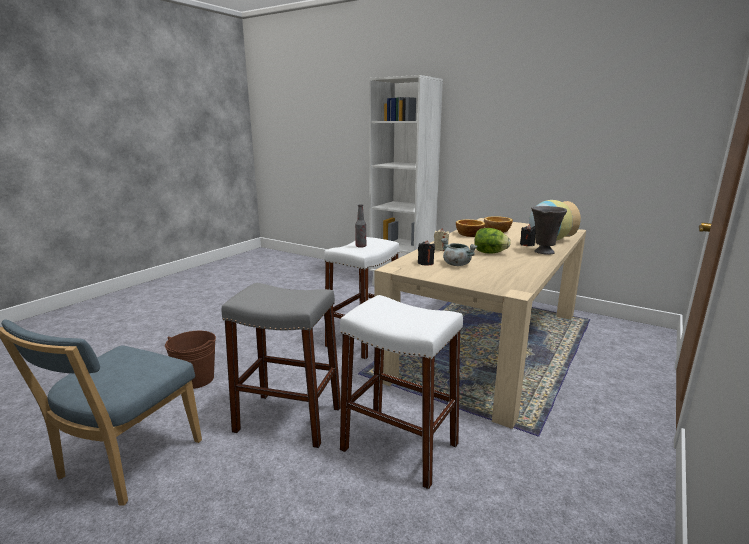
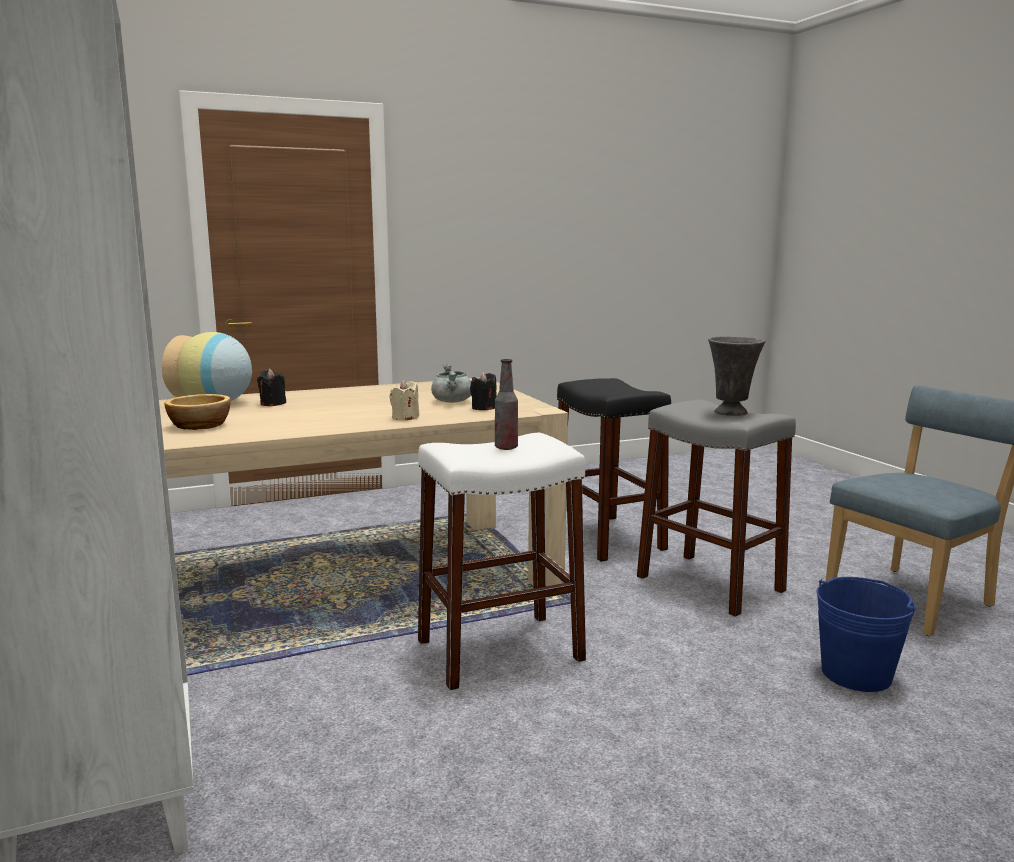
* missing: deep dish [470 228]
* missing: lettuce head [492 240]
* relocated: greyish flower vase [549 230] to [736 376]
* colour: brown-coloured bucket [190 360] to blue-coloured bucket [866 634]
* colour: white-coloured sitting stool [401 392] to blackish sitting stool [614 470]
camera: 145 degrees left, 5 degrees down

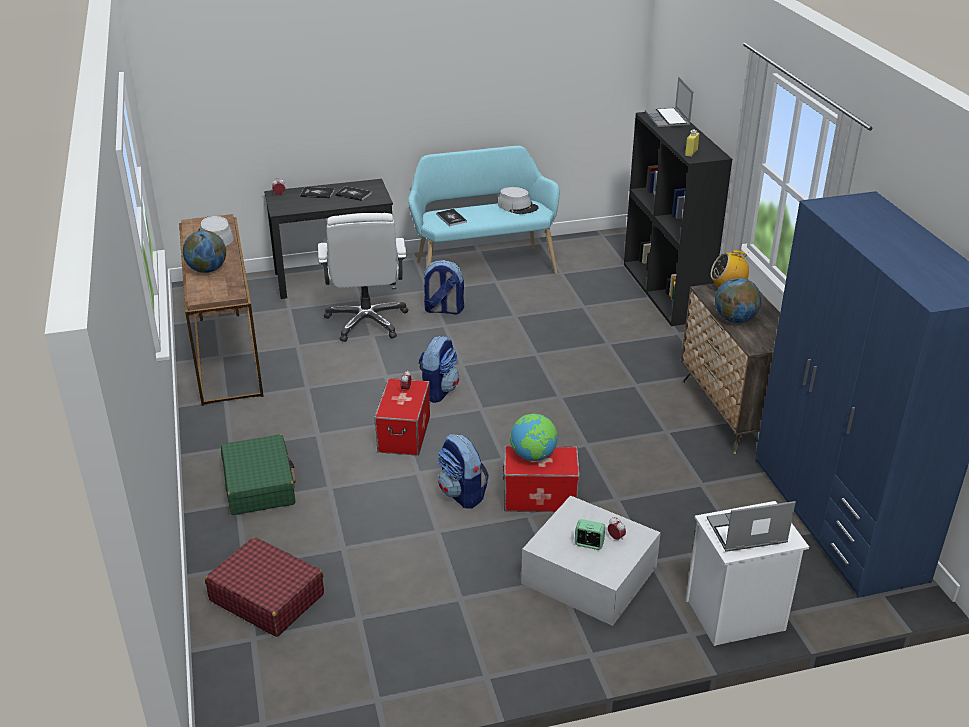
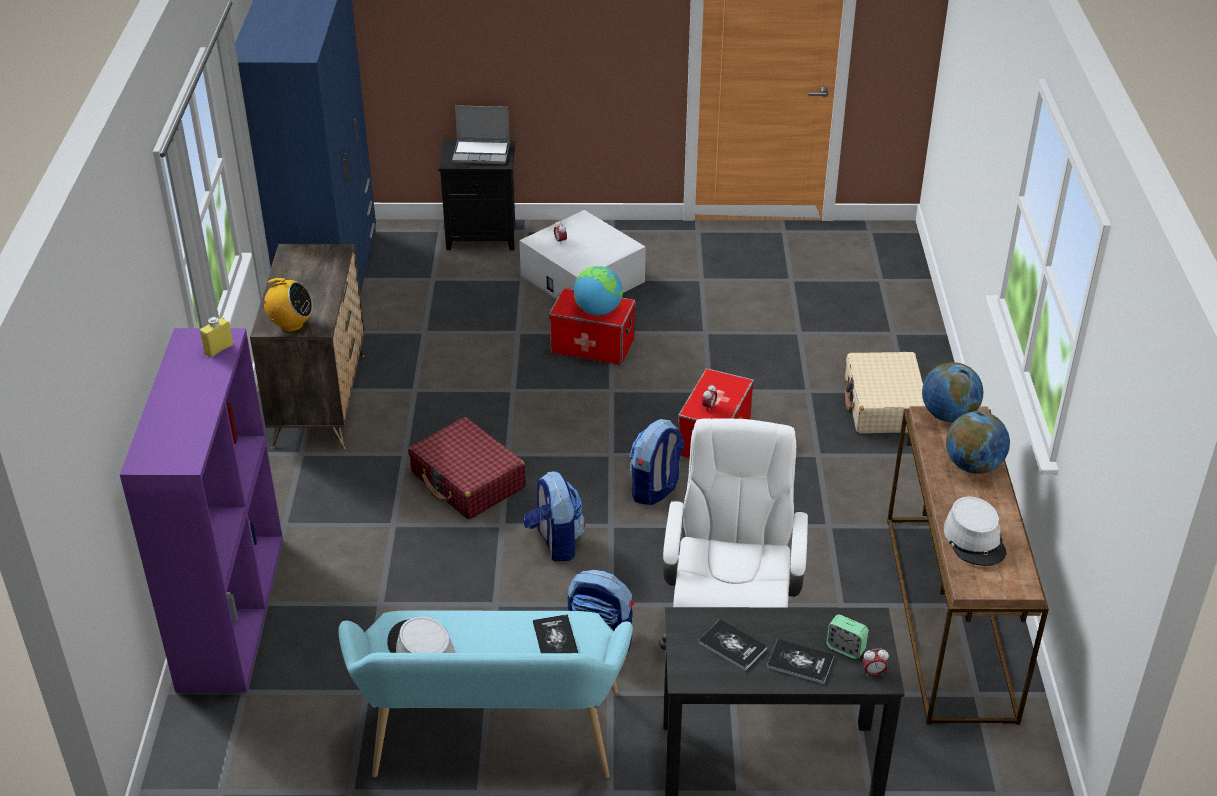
* missing: laptop [669 102]
* relocated: red piece of luggage [264 587] to [467 468]
* relocated: backpack [463 471] to [554 517]
* relocated: table clock [590 534] to [847 637]
* relocated: globe [738 300] to [952 392]
* colour: greenish piece of luggage [258 474] to beige-coloured piece of luggage [885 392]
* colour: blackish shelving unit [678 219] to purple-coloured shelving unit [201 510]
* colour: white-coloured nightstand [747 573] to blackish nightstand [476 195]
camera: 165 degrees left, 5 degrees up

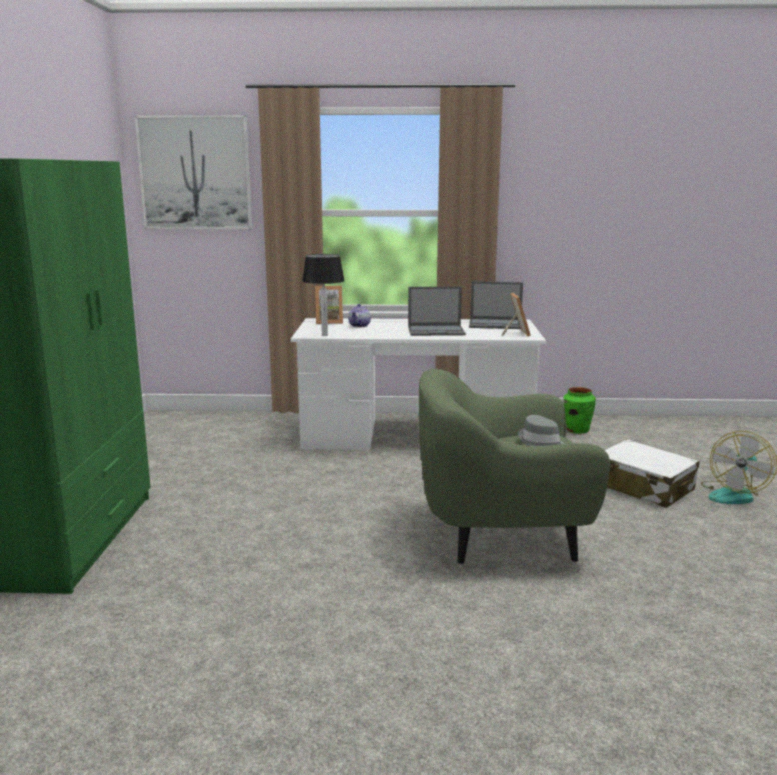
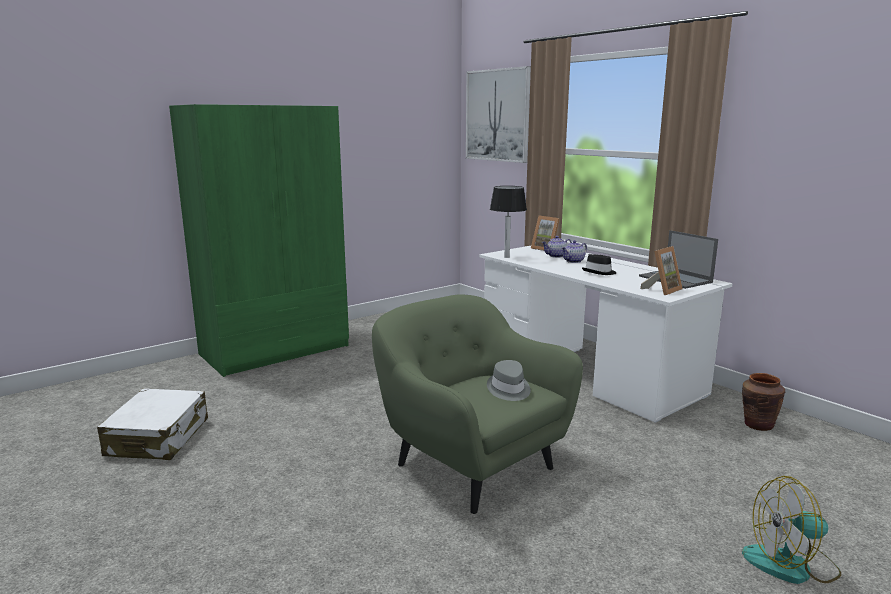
* appeared: pot for tea [574 251]
* relocated: white-coloured piece of luggage [652 473] to [152 424]
* exchanged: laptop [437 311] to blackish hat [599 264]
* colour: greenish flower vase [579 410] to brown-coloured flower vase [763 402]
camera: 50 degrees right, 0 degrees up

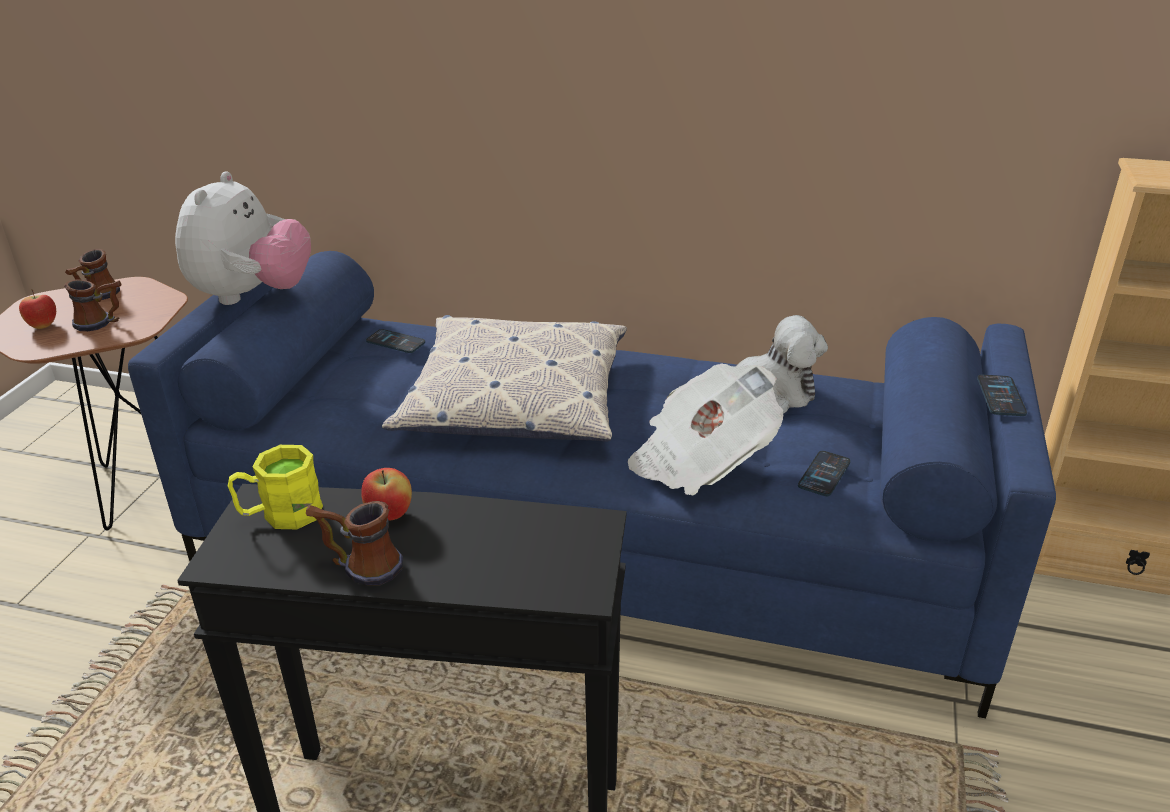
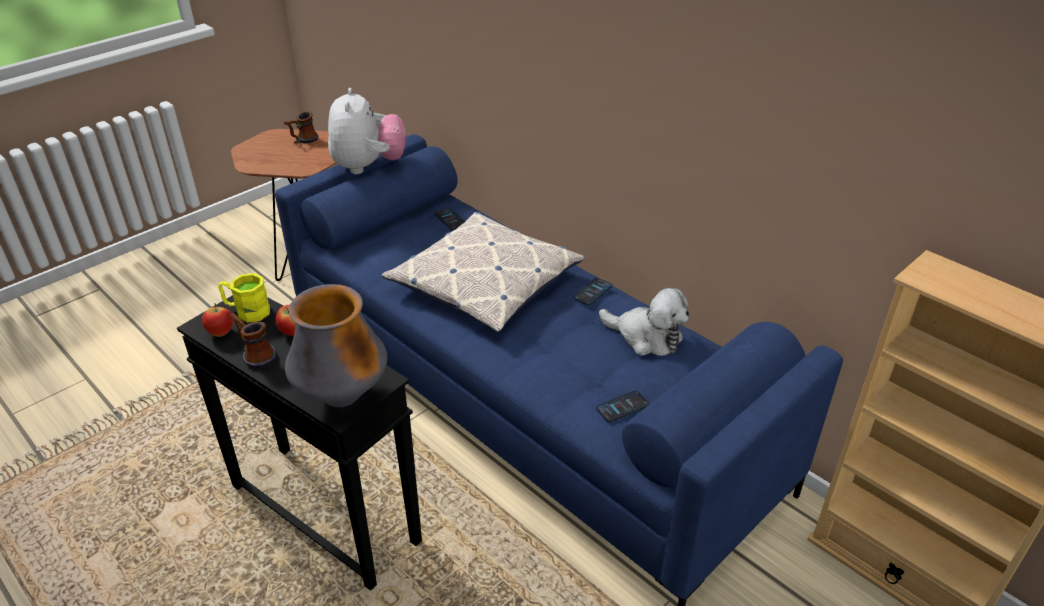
* missing: tea mug [92 305]
* missing: daily paper [706 429]
* appeared: flower vase [336 345]
* relocated: whole apple [37 309] to [218 320]
* relocated: telephone [1002 395] to [592 292]
* spun: soft toy [243 238] = [367 131] 45 degrees counterclockwise
camera: 30 degrees right, 5 degrees up

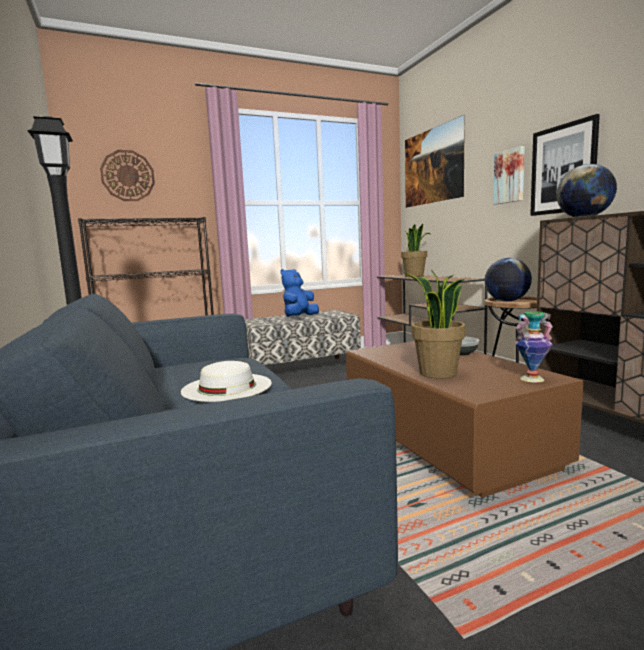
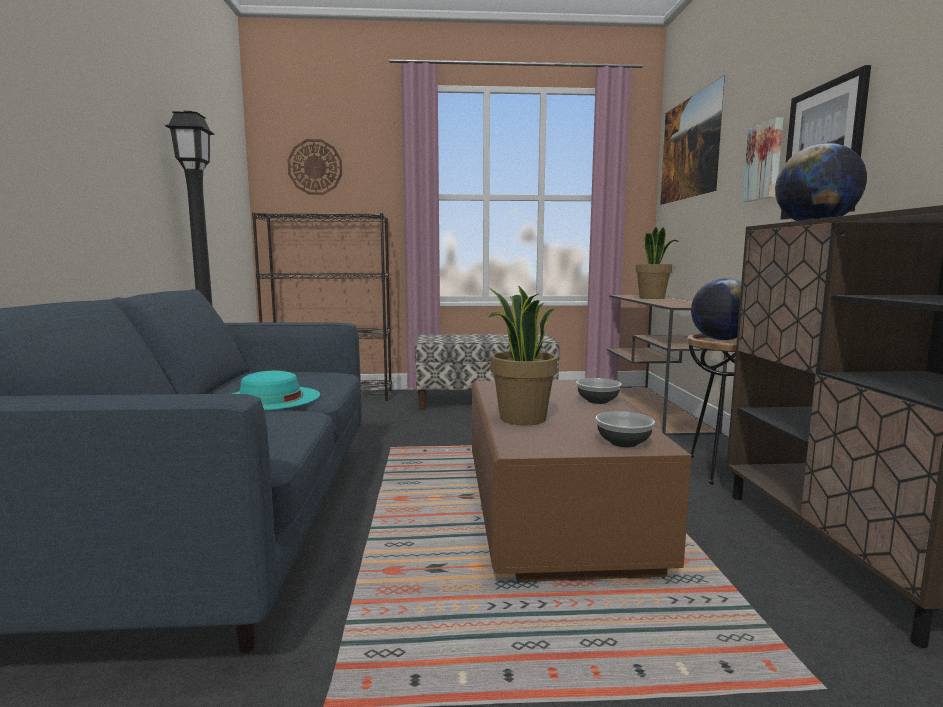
* missing: blue-coloured soft toy [300 293]
* exchanged: flower vase [534 347] to deep dish [625 429]
* colour: white-coloured hat [226 381] to turquoise-coloured hat [276 390]
camera: 20 degrees right, 0 degrees up

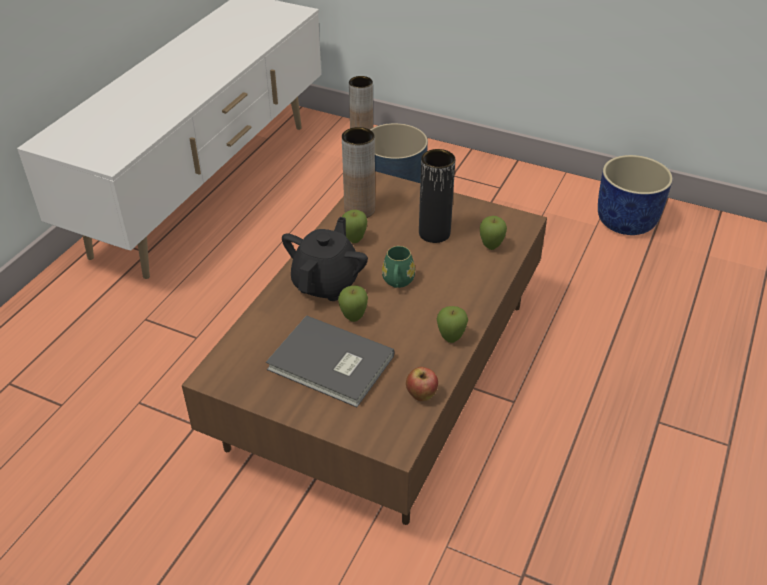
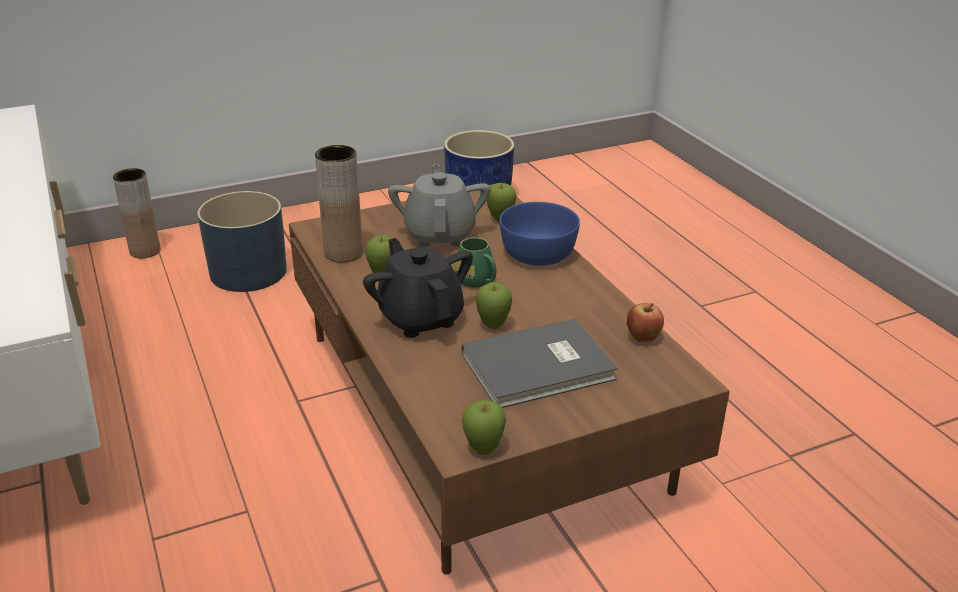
* appeared: blue-coloured deep dish [540 234]
* relocated: whole apple [452 324] to [484 427]
* exchanged: blackish flower vase [437 196] to greyish pot for tea [439 205]
camera: 50 degrees left, 10 degrees down

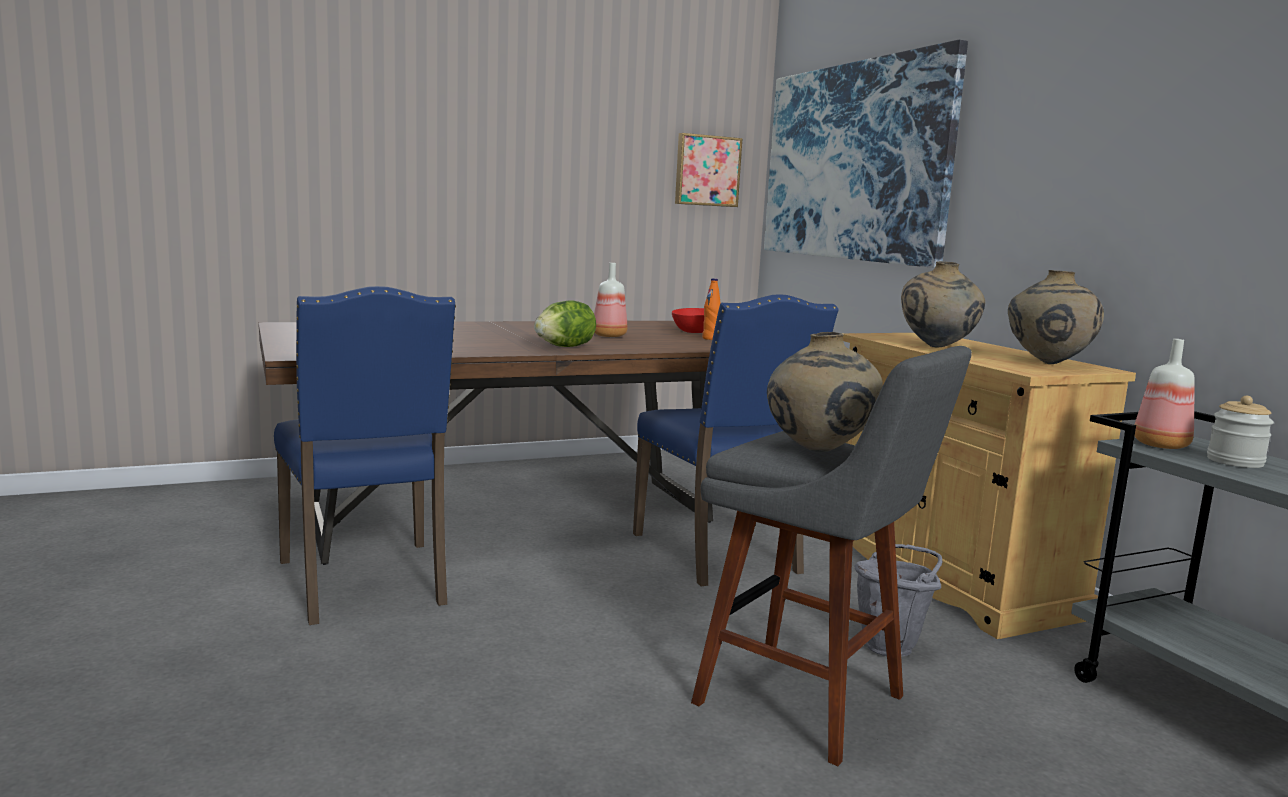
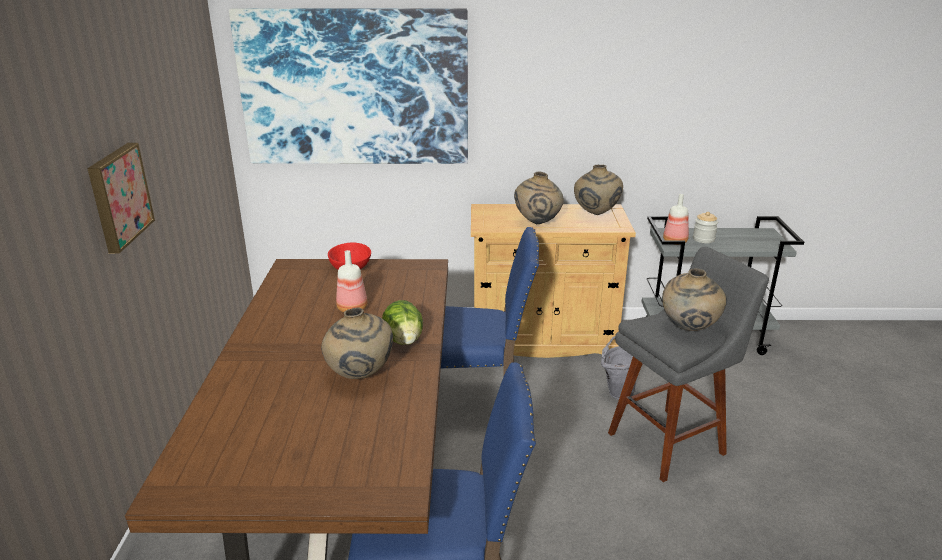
* missing: orange bottle [711 309]
* appeared: beige-coloured flower vase [357 343]
* relocated: wall art [709 170] to [121 198]
camera: 65 degrees left, 15 degrees up

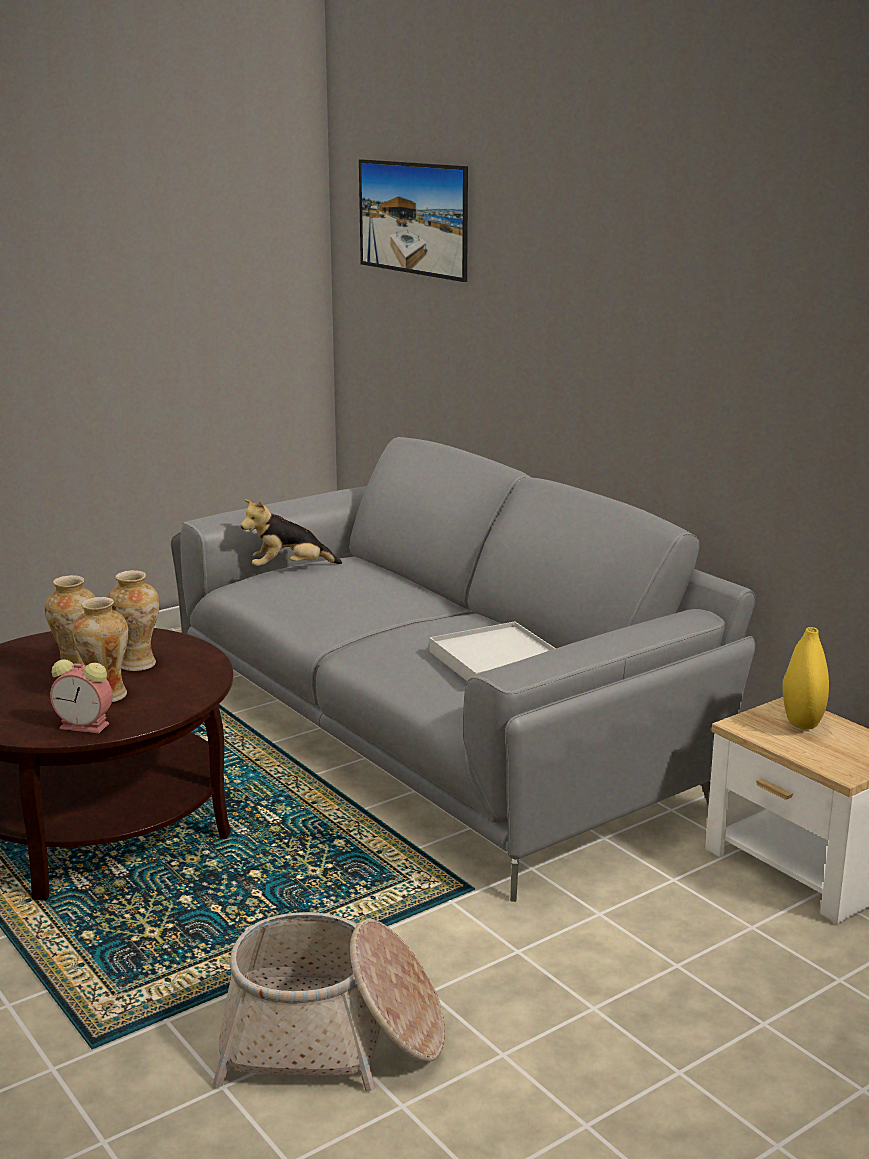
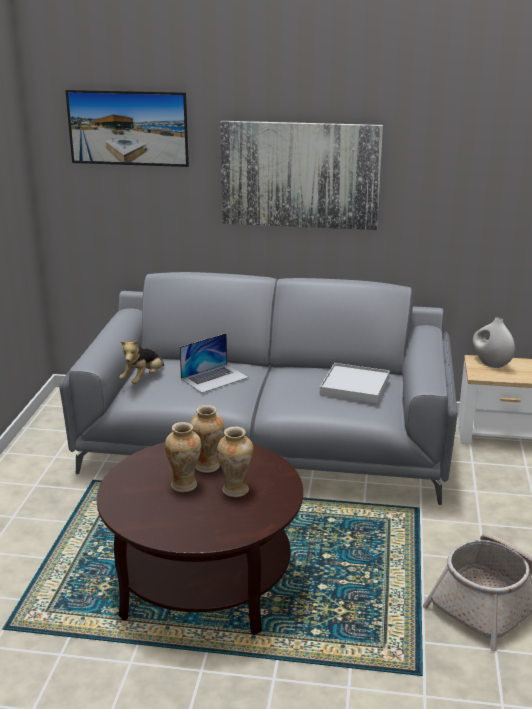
* missing: table clock [81 696]
* appeared: laptop [214 363]
* appeared: wall art [301 175]
* colour: yellow-coloured flower vase [805 678] to white-coloured flower vase [494 343]
camera: 45 degrees left, 5 degrees up

